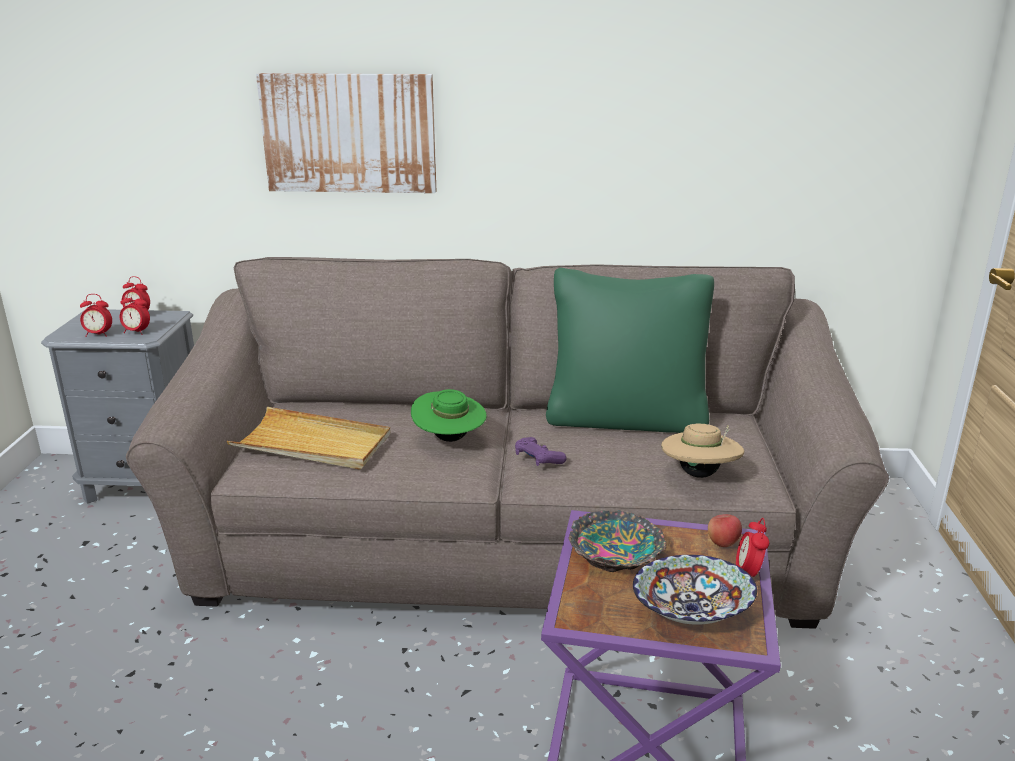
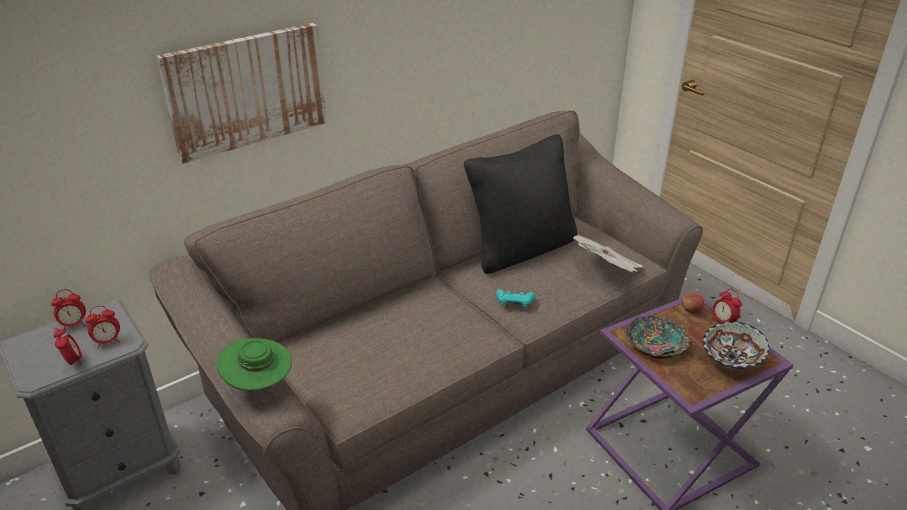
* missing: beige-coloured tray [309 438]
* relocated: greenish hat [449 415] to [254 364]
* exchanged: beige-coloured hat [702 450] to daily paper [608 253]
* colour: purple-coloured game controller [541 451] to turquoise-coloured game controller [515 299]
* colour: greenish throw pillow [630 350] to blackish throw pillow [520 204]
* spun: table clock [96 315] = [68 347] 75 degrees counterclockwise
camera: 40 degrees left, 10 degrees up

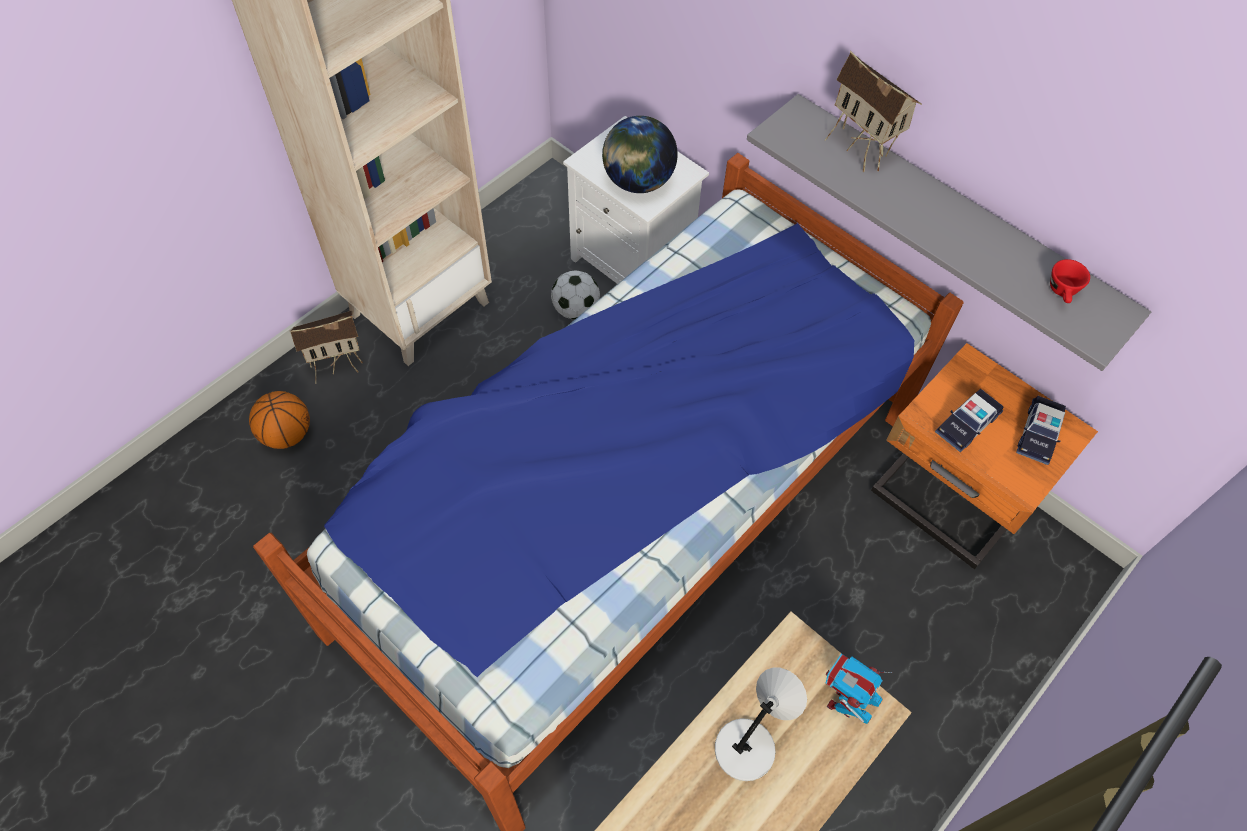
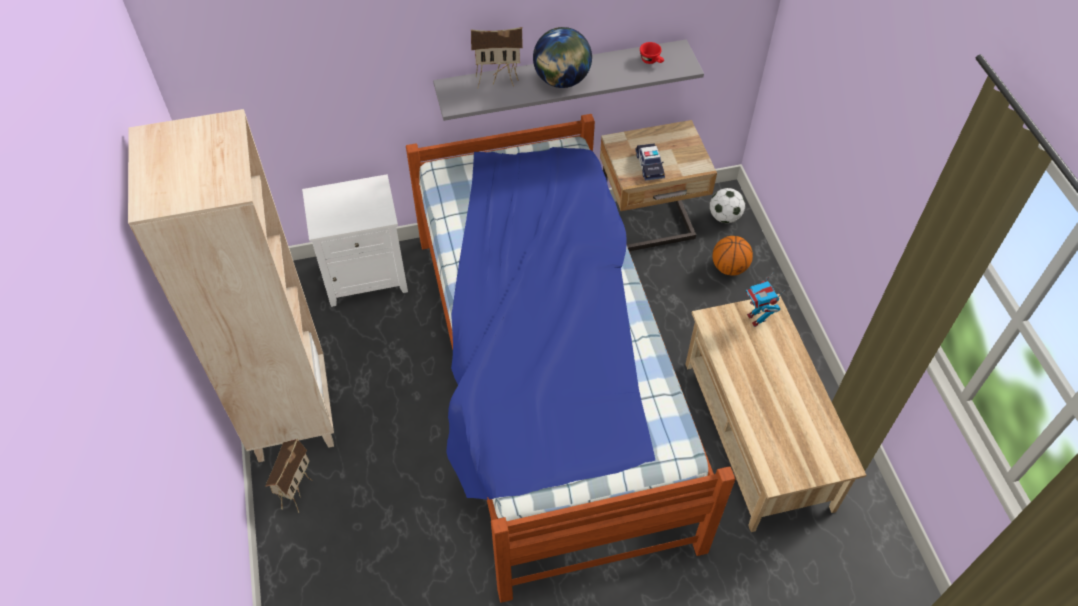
* missing: greyish lamp for a table [761 724]
* missing: toy car [1041 430]
* relocated: basketball [279 420] to [732 256]
* relocated: ball for football [575 295] to [727 205]
* relocated: globe [640 154] to [562 57]
* colour: orange nightstand [984 456] to beige-coloured nightstand [658 185]
camera: 55 degrees left, 5 degrees down

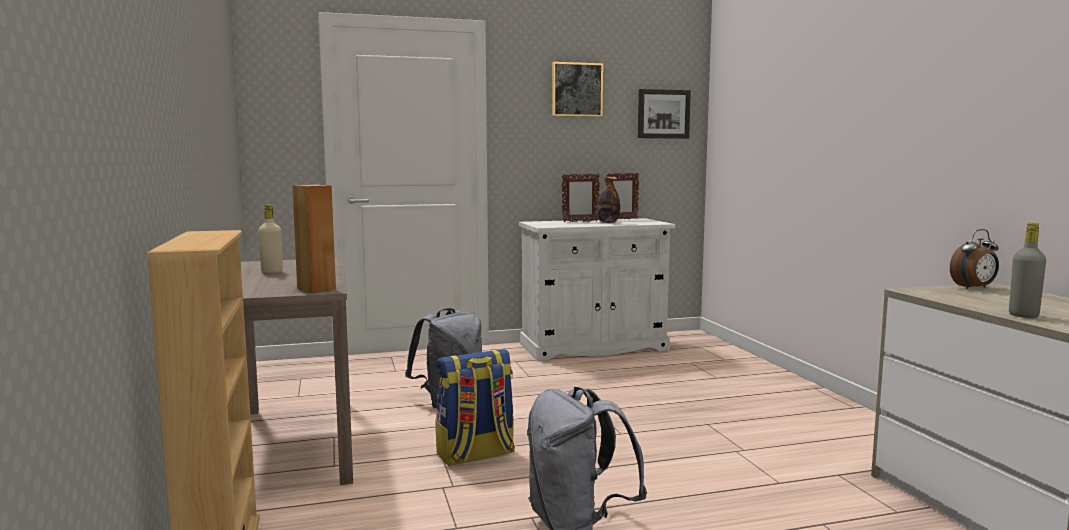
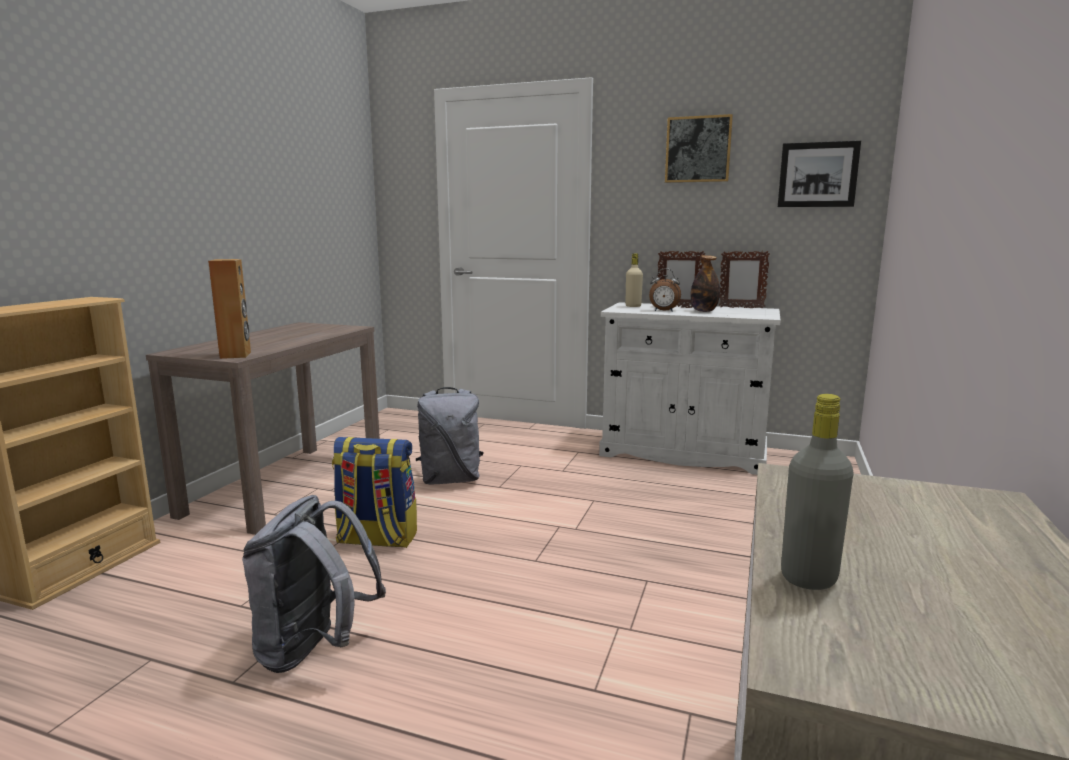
* relocated: beige-coloured bottle [270 238] to [634 280]
* relocated: table clock [974 259] to [665 290]
camera: 35 degrees right, 5 degrees up

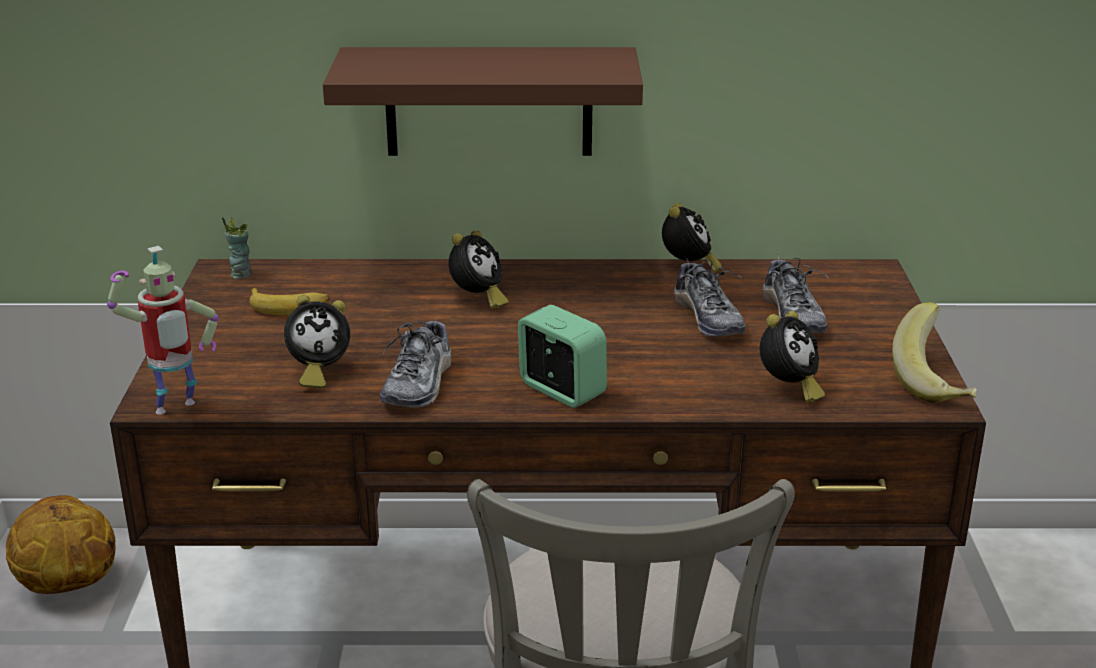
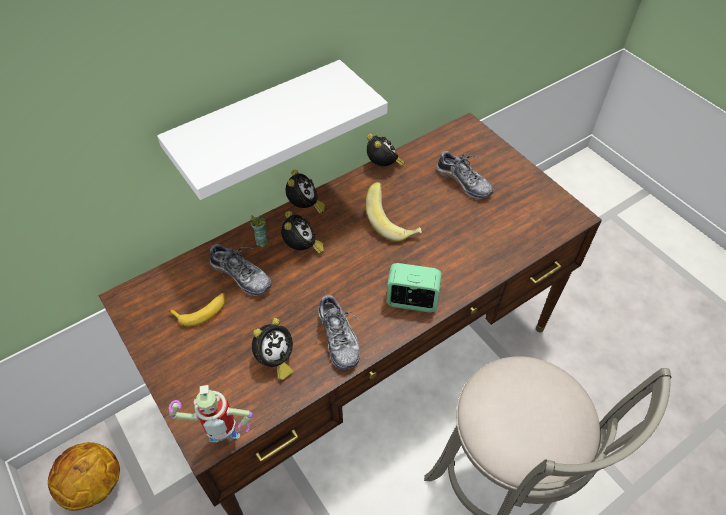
* relocated: drinking cup [237 248] to [259 231]
* relocated: low shoe [709 297] to [241 270]
* relocated: table clock [792 357] to [305 191]
* relocated: whole banana [934 352] to [393 212]
* colour: brown-coloured shelf [483 101] to white-coloured shelf [272 130]
* spun: toy robot [163 330] = [211 413] 60 degrees clockwise
camera: 35 degrees left, 25 degrees up

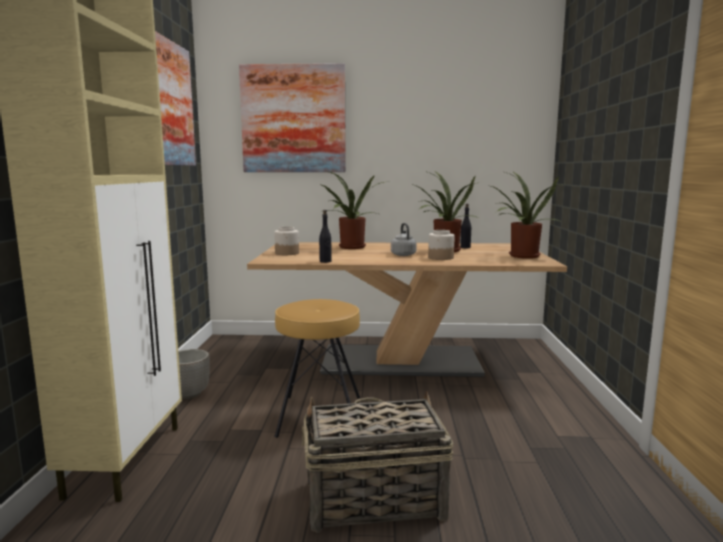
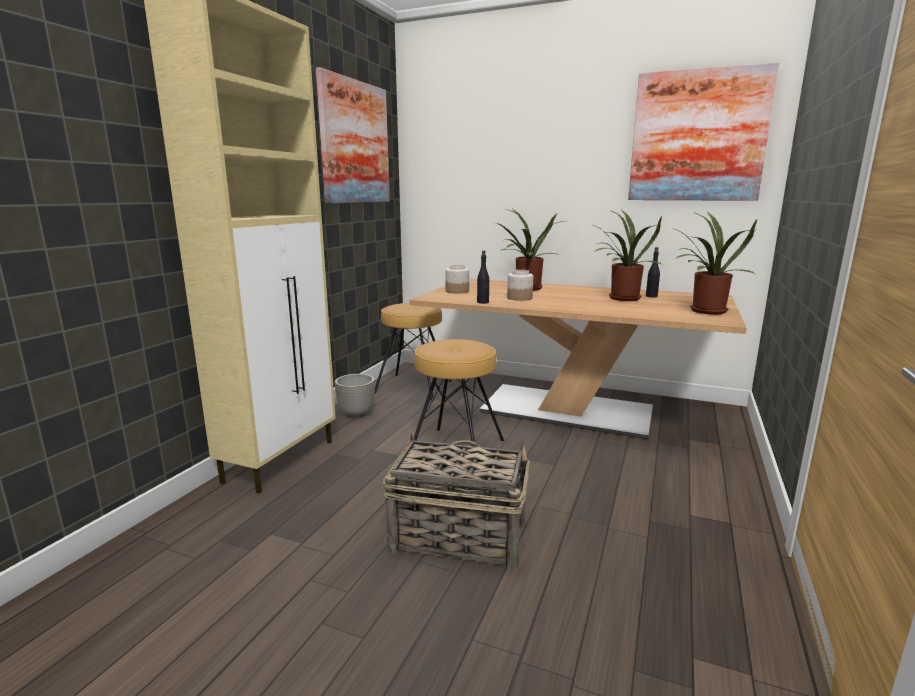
* missing: greyish kettle [404 239]
* appeared: brown-coloured sitting stool [413 352]
* relocated: wall art [292 117] to [703 131]
* relocated: storage jar [441 245] to [520 285]
camera: 20 degrees right, 5 degrees up

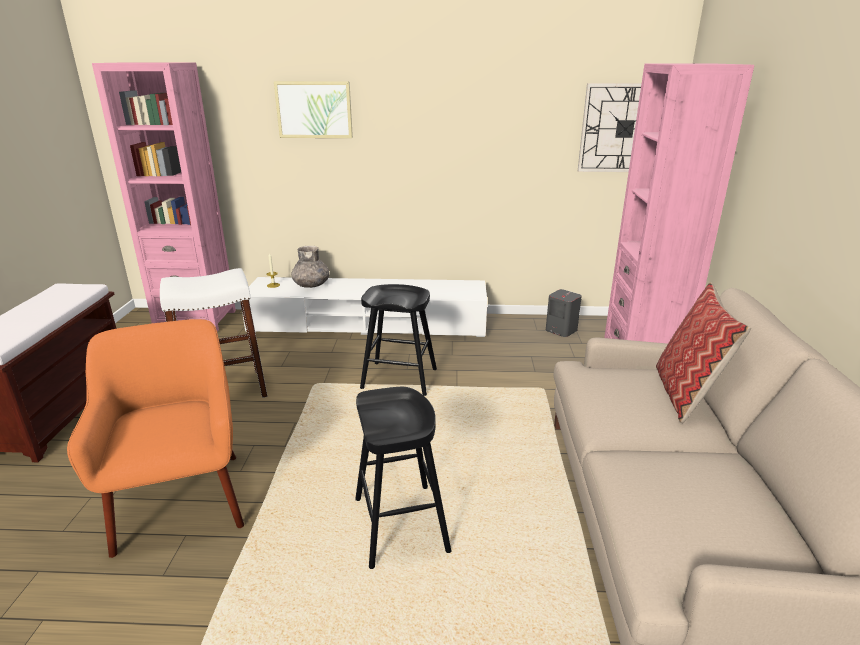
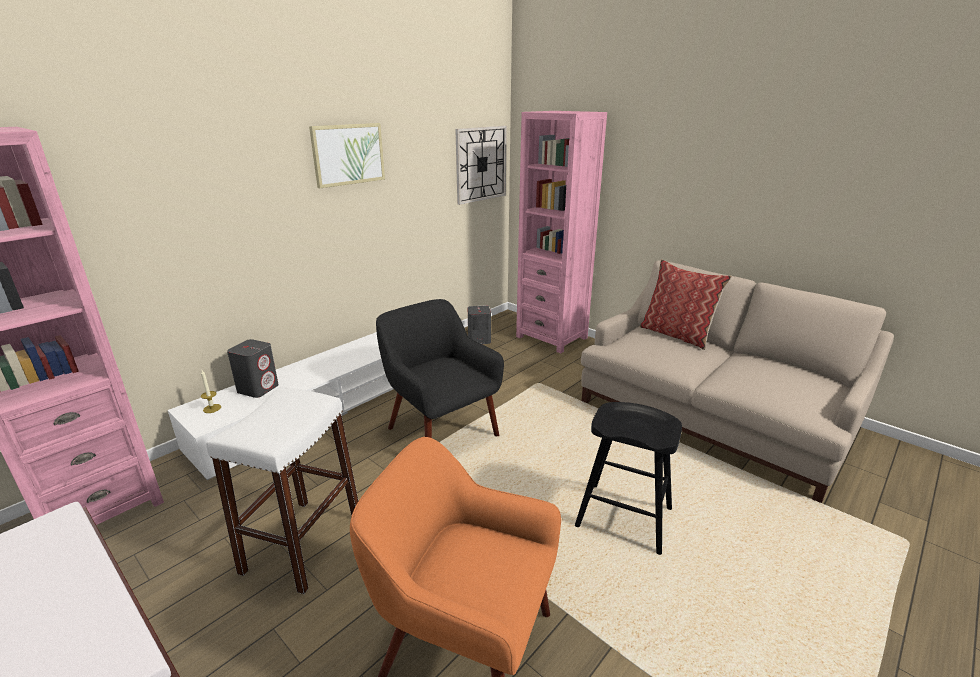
* relocated: wall art [313 109] to [347 155]
* exchanged: greyish flower vase [310 267] to greyish loudspeaker [253 368]
* exchanged: blackish sitting stool [398 340] to blackish armchair [440 368]
camera: 50 degrees left, 0 degrees up

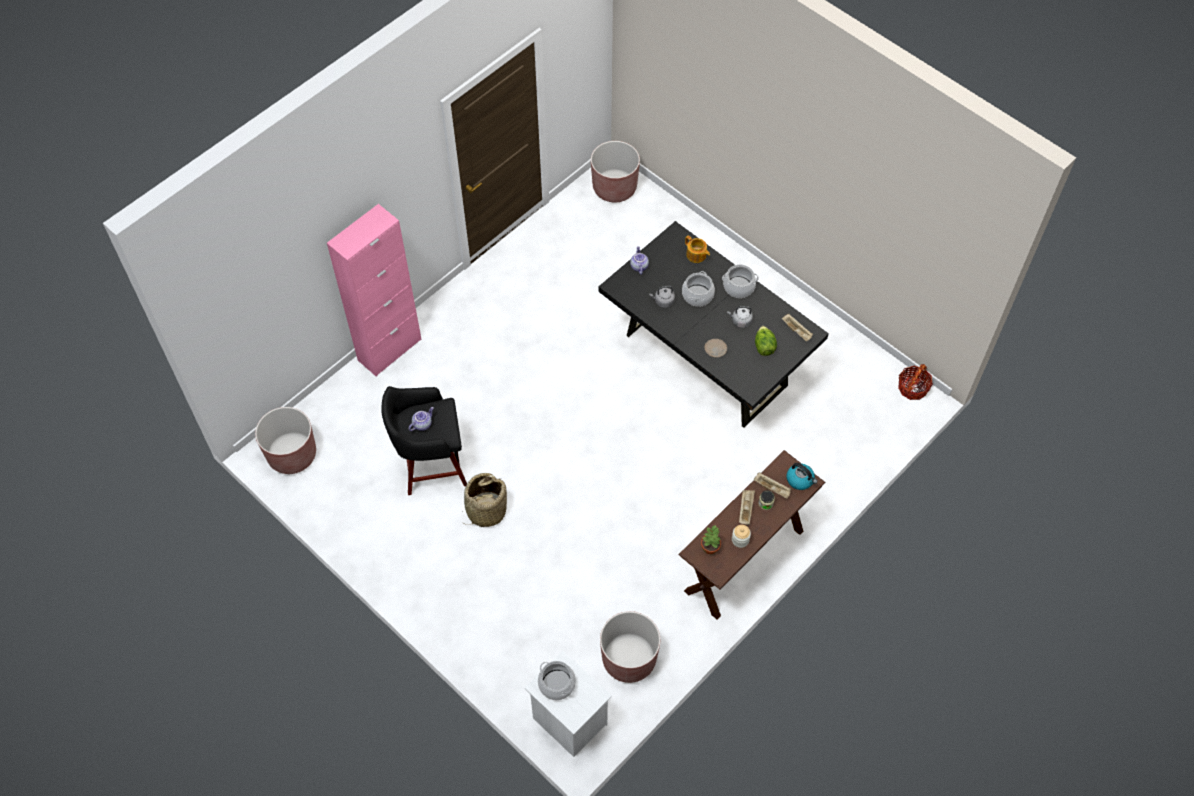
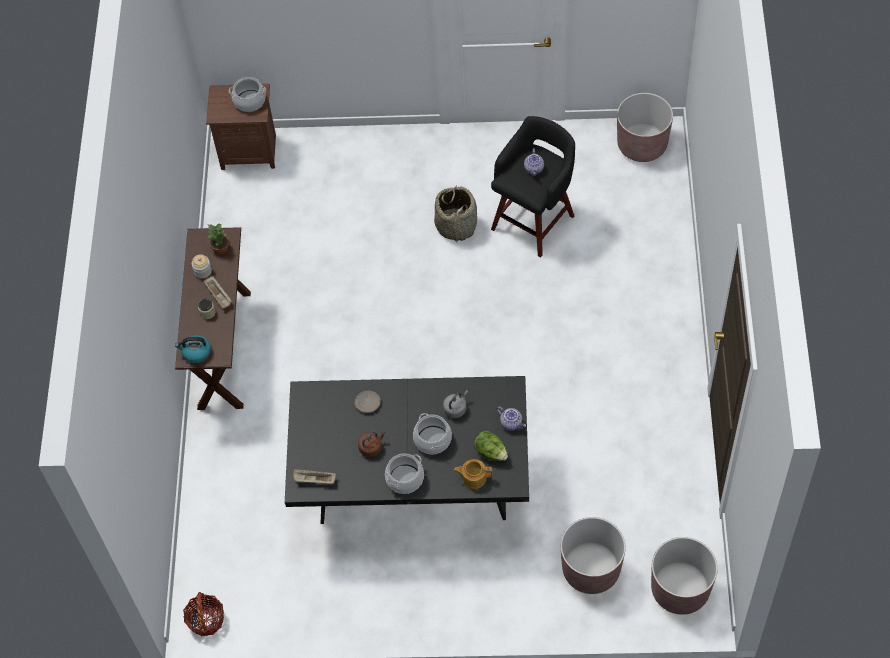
* missing: pink-coloured cupboard [374 290]
* missing: beige-coloured tray [772 486]
* relocated: brown-coloured plant pot [630 647] to [593 555]
* relocated: lettuce head [766 341] to [491 446]
* colour: white-coloured nightstand [568 703] to brown-coloured nightstand [241 127]
* colour: greyish kettle [740 317] to brown-coloured kettle [372 444]
camera: 140 degrees right, 0 degrees up

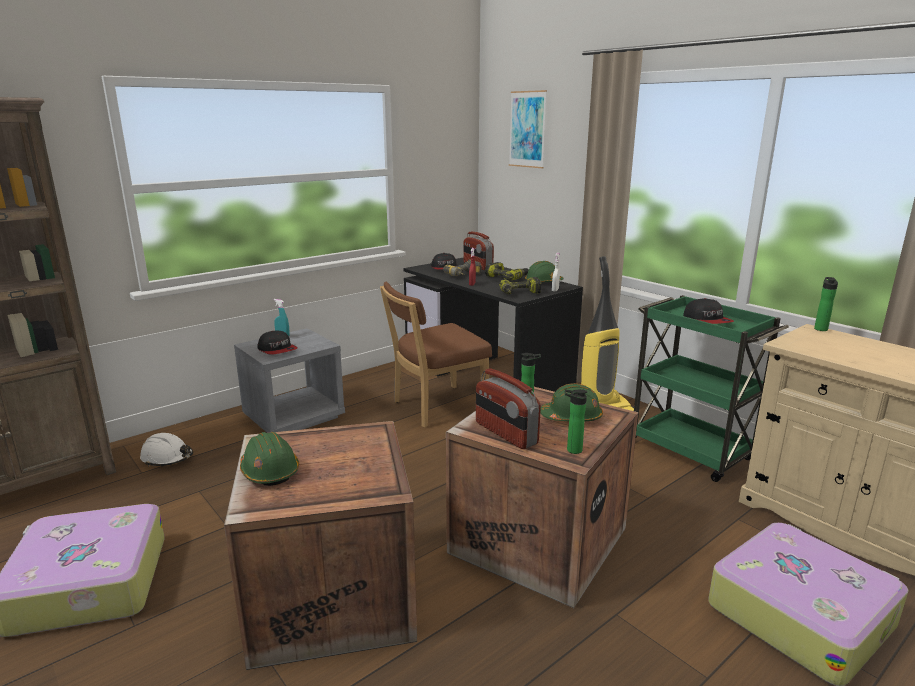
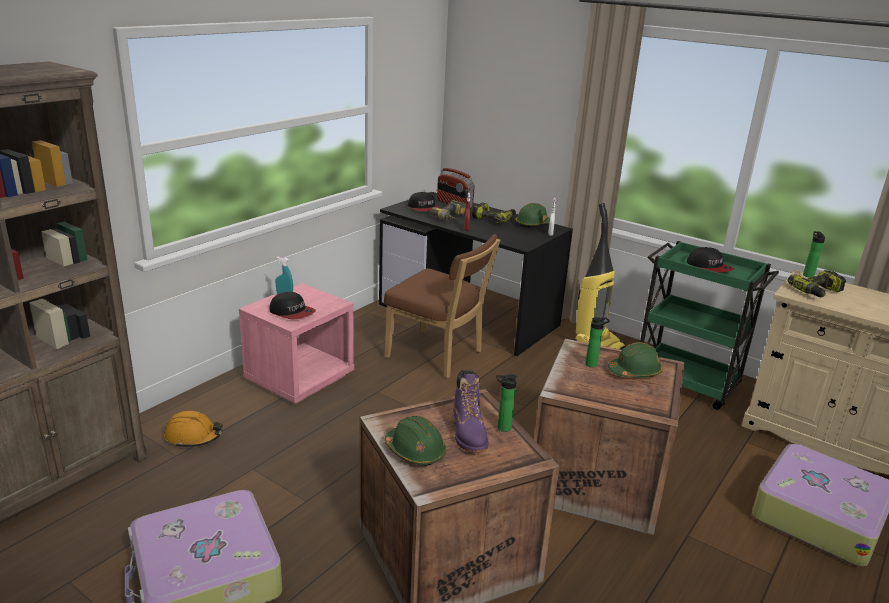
* missing: radio [508 408]
* missing: wall art [528 129]
* appeared: purple-coloured high-top boot [471 411]
* relocated: power drill [520 285] to [816 283]
* relocated: bottle [576 421] to [506 403]
* colour: white-coloured safety helmet [166 450] to orange safety helmet [193 429]
* colour: greyish nightstand [289 380] to pink-coloured nightstand [296 343]
* spun: brown-coloured upright chair [436 354] = [442 306] 105 degrees counterclockwise
camera: 15 degrees left, 5 degrees up

